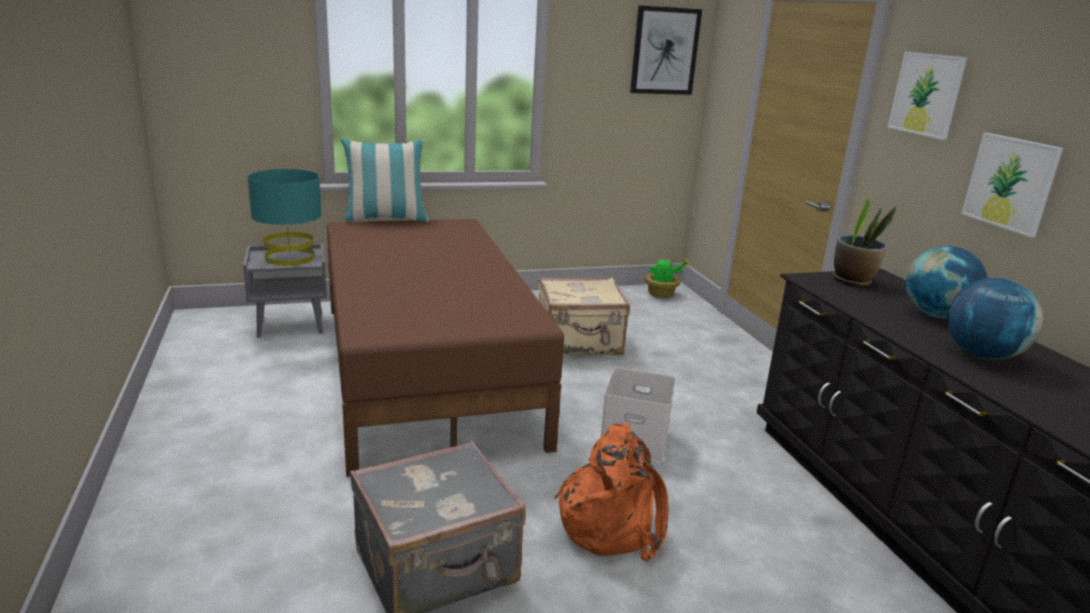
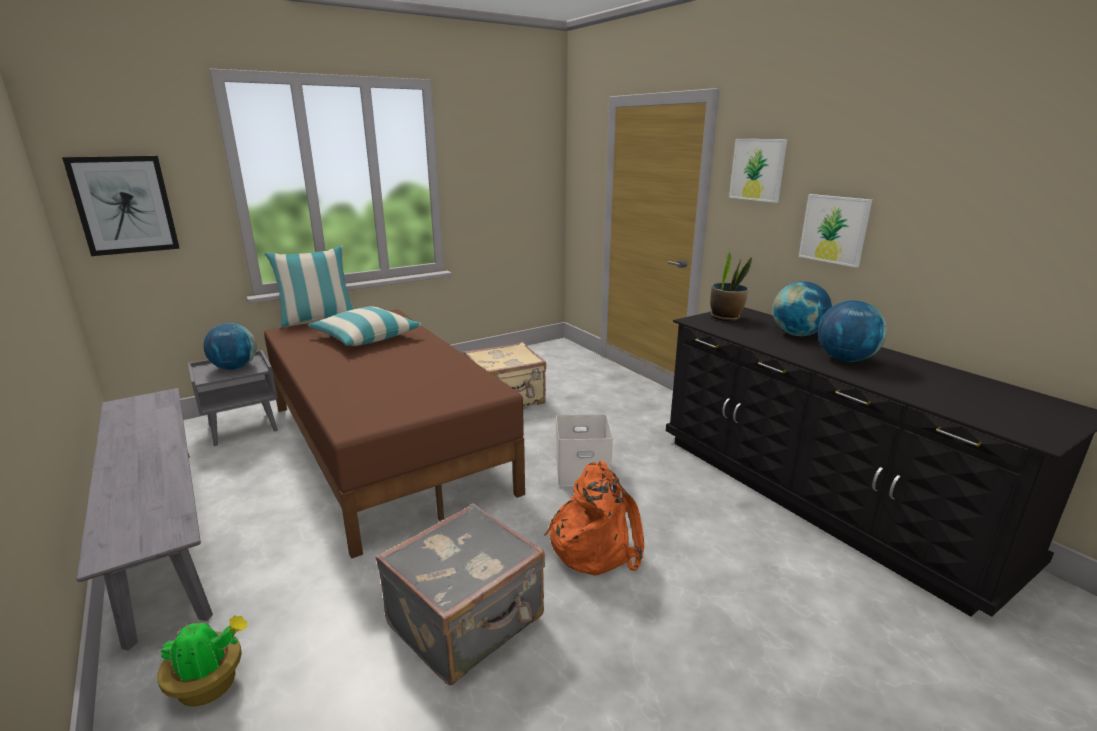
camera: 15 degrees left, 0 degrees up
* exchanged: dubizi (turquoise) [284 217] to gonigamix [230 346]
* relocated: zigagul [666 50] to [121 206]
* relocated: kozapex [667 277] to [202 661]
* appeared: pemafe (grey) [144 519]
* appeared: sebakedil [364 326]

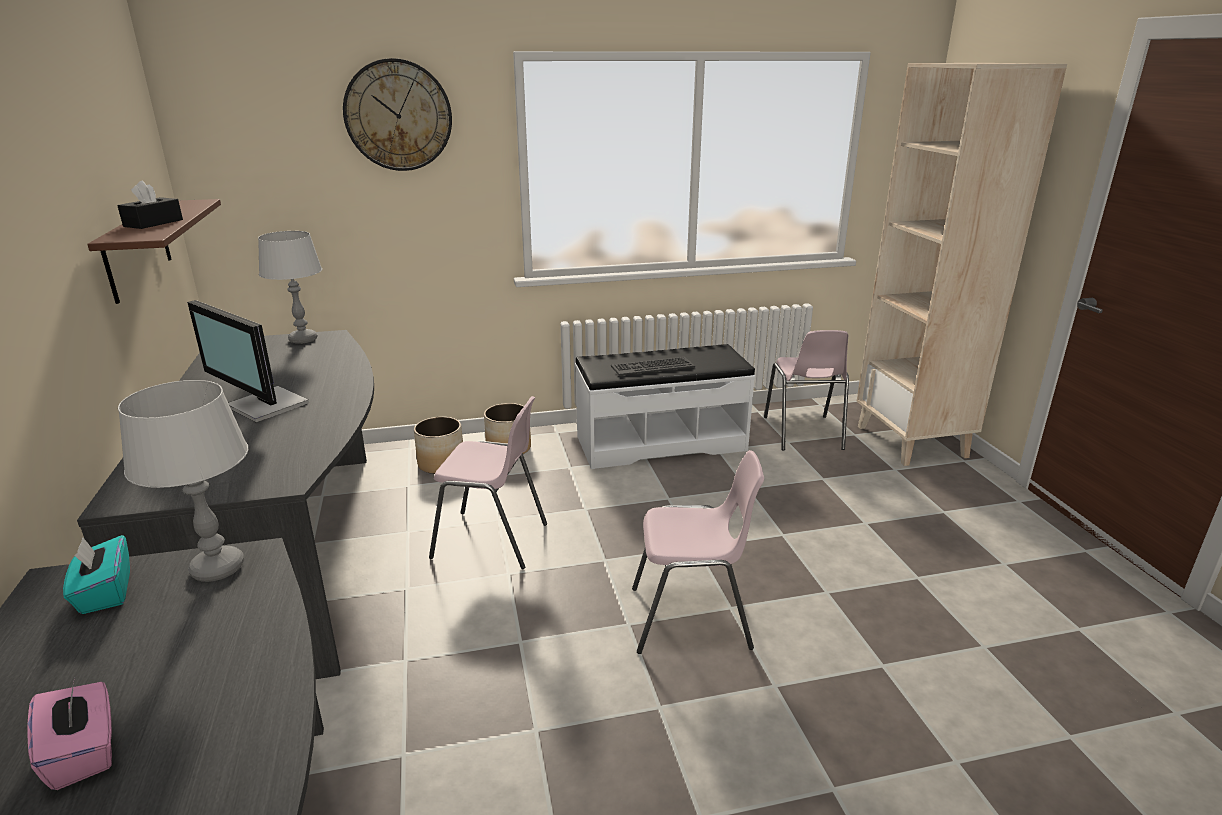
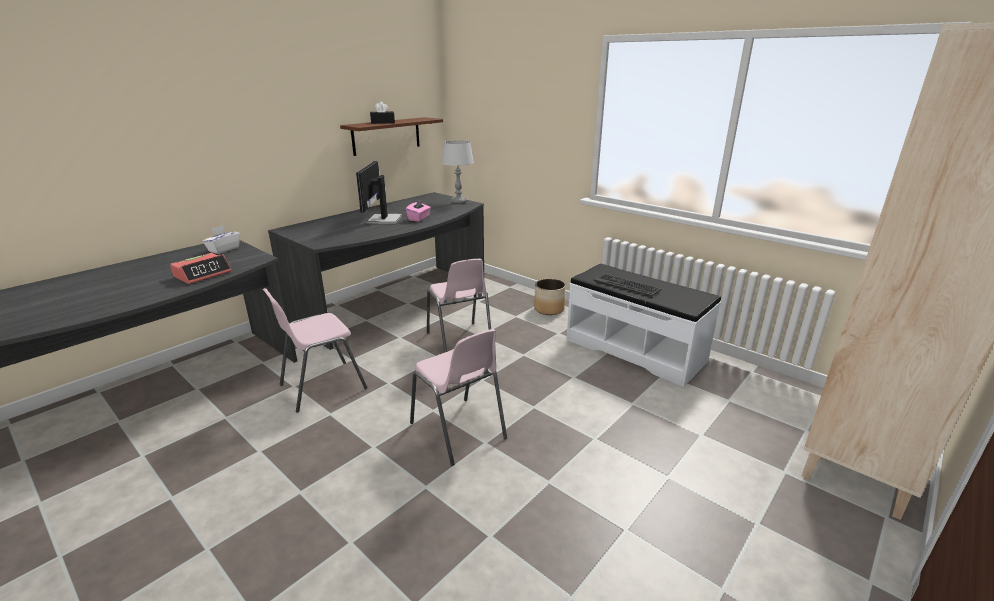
camera: 55 degrees right, 0 degrees up
* relocated: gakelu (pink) [69 734] to [418 210]
* colour: gakelu (turquoise) [96 574] to gakelu (white) [221 239]
* missing: dubizi (grey) [183 481]
* missing: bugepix [397 114]
* missing: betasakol [438 445]
* relocated: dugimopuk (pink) [806 390] to [314 350]
* appeared: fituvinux [201 268]

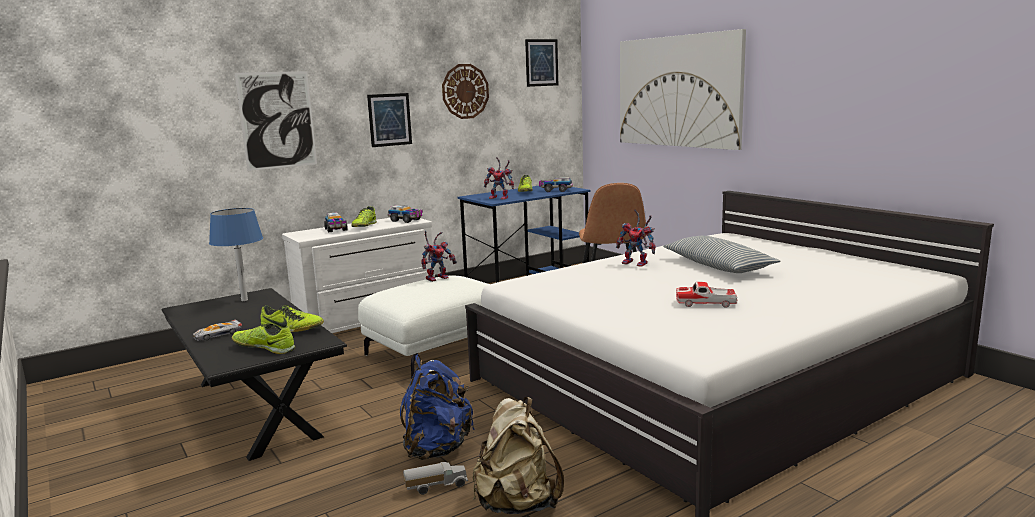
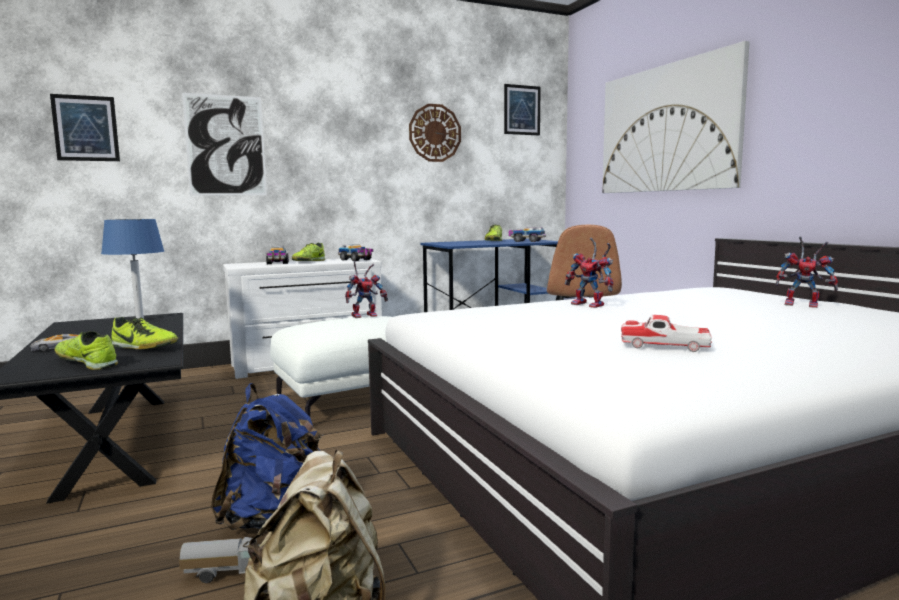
camera: 10 degrees right, 5 degrees down
* relocated: zigagul [389 120] to [85 127]
* relocated: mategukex [499 178] to [807 272]
* missing: sebakedil [721 254]

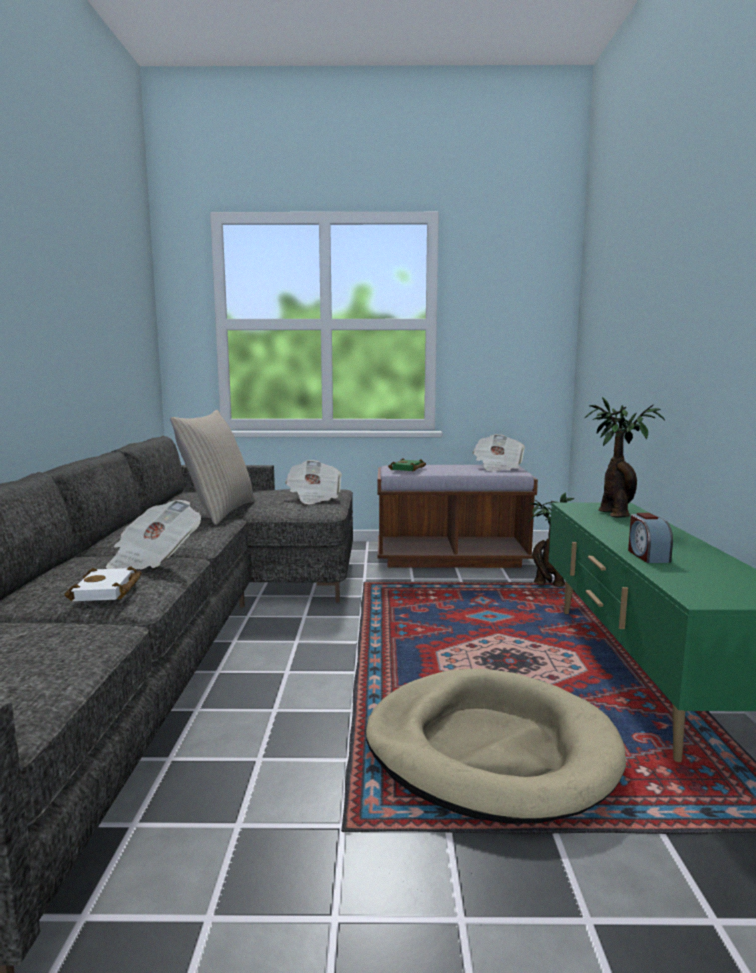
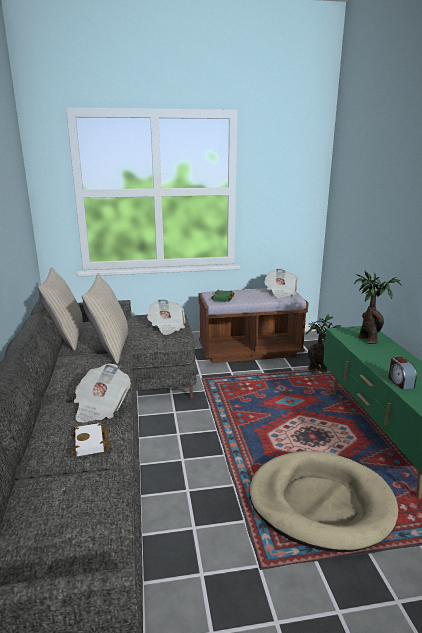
camera: 10 degrees left, 10 degrees up
* appeared: sebakedil (beige) [60 309]

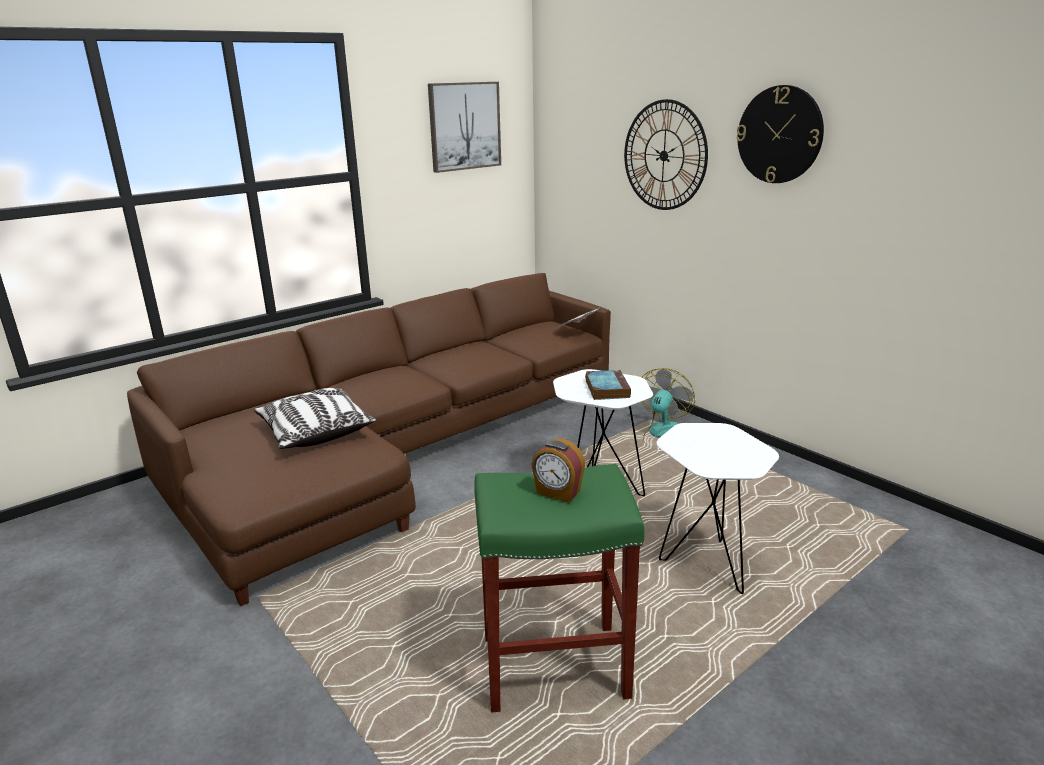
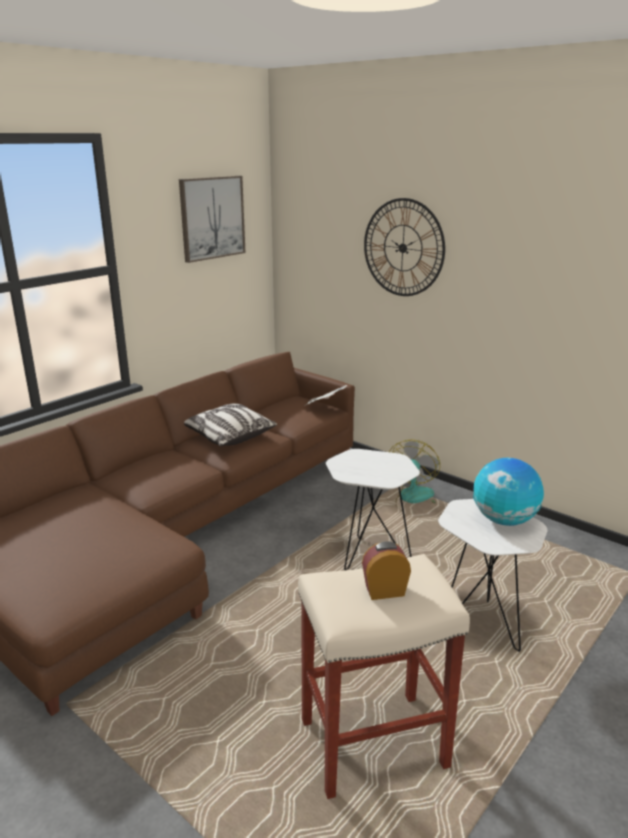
camera: 10 degrees left, 0 degrees up
* relocated: sebakedil [315 418] to [230 424]
* colour: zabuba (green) [559 588] to zabuba (beige) [384 676]
* spun: fituvinux [558 470] = [386 570] 150 degrees clockwise
* missing: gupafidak [608 385]
* missing: bugepix [780 134]
* appeared: gonigamix [508 492]

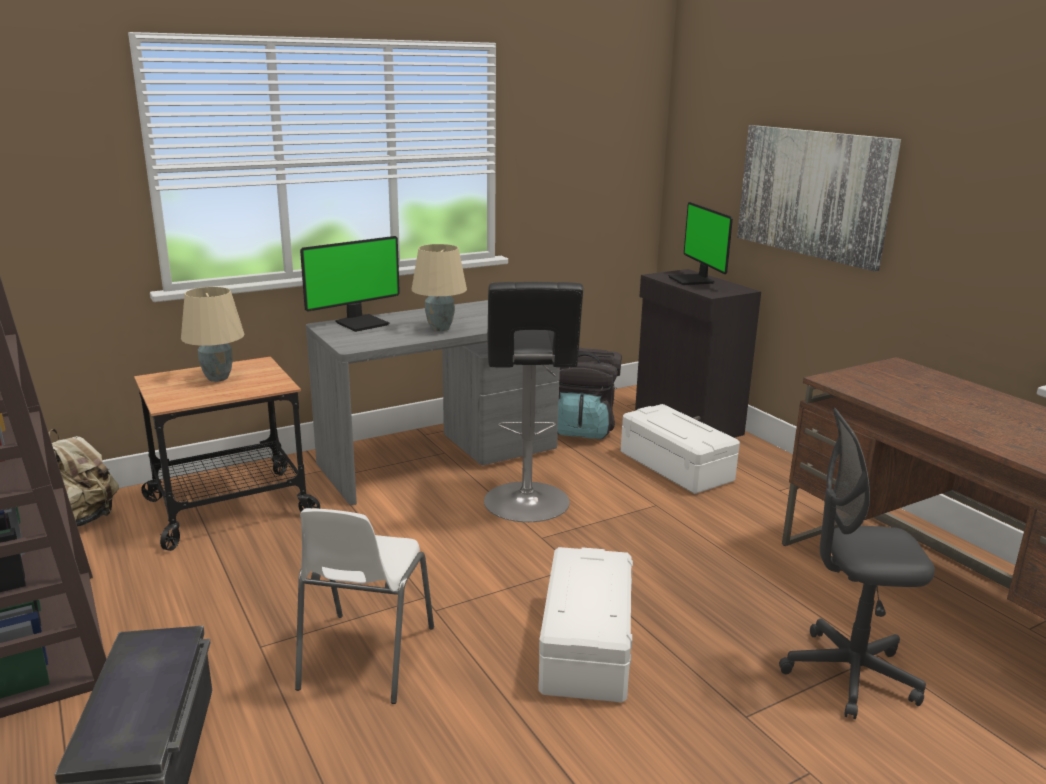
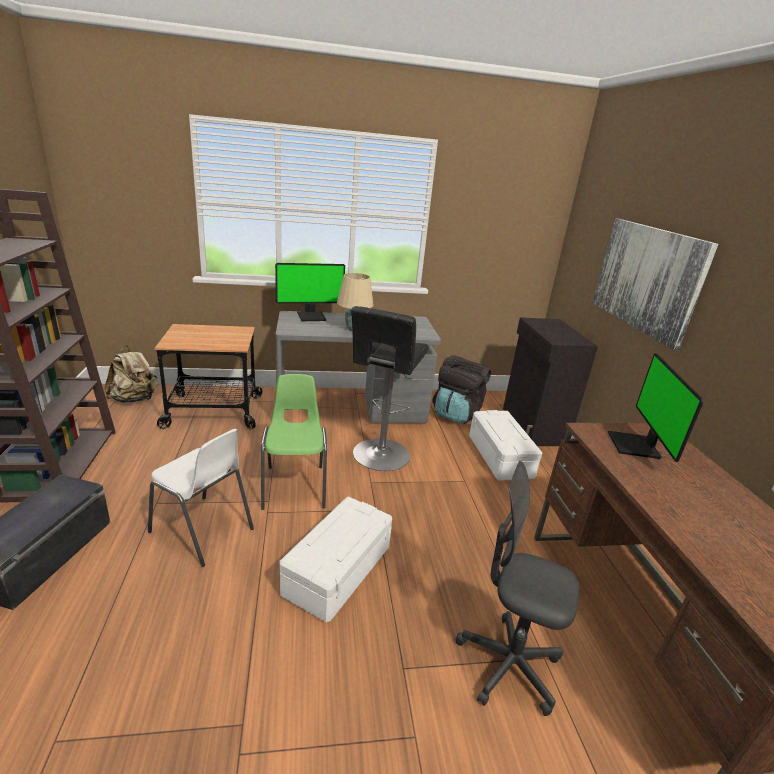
camera: 20 degrees right, 5 degrees up
* missing: dubizi (beige) [213 334]
* spun: dugimopuk (white) [364 606] = [201 498] 90 degrees counterclockwise
* relocated: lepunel [700 243] to [656 407]
* appeared: dugimopuk (green) [294 442]

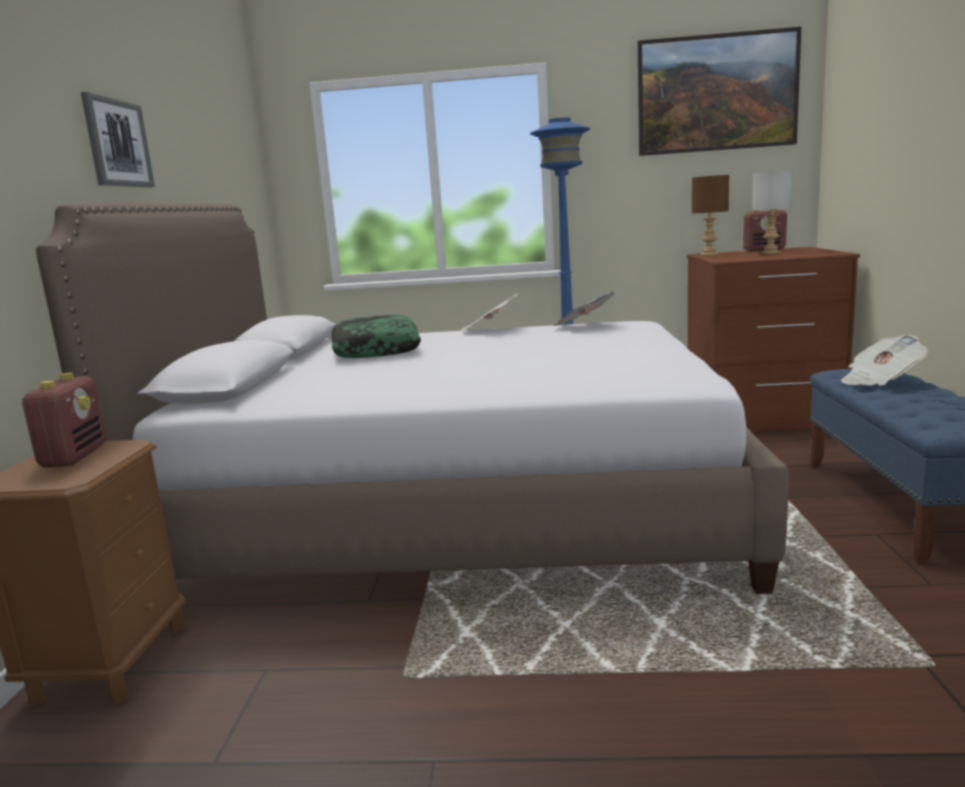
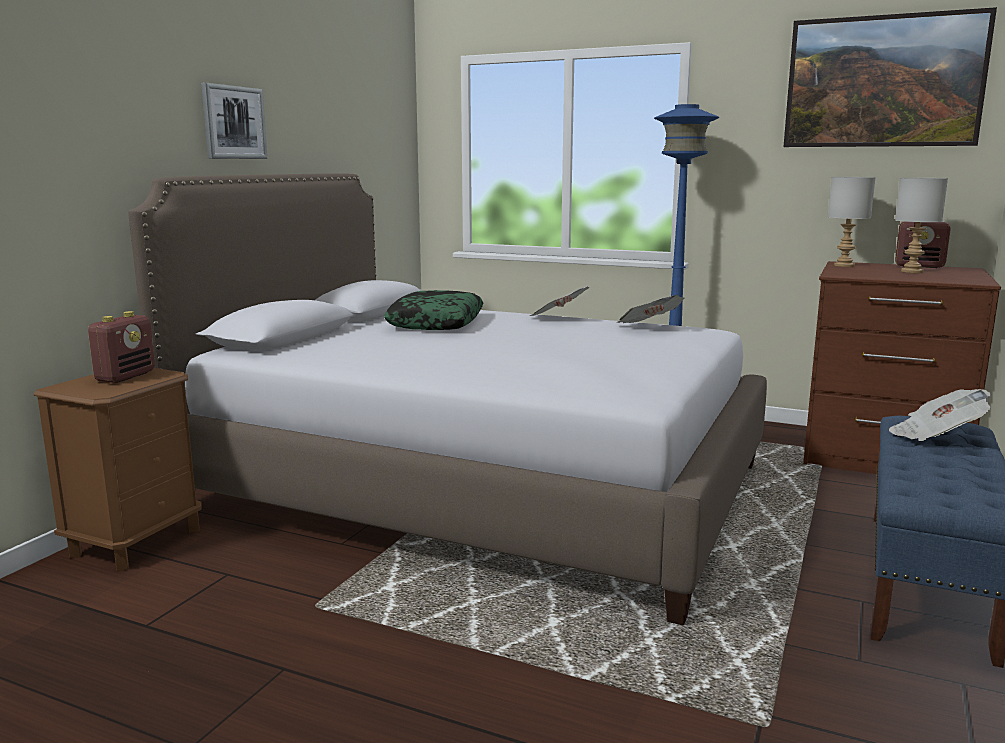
camera: 20 degrees right, 0 degrees up
* colour: dubizi (brown) [710 215] to dubizi (grey) [852 222]

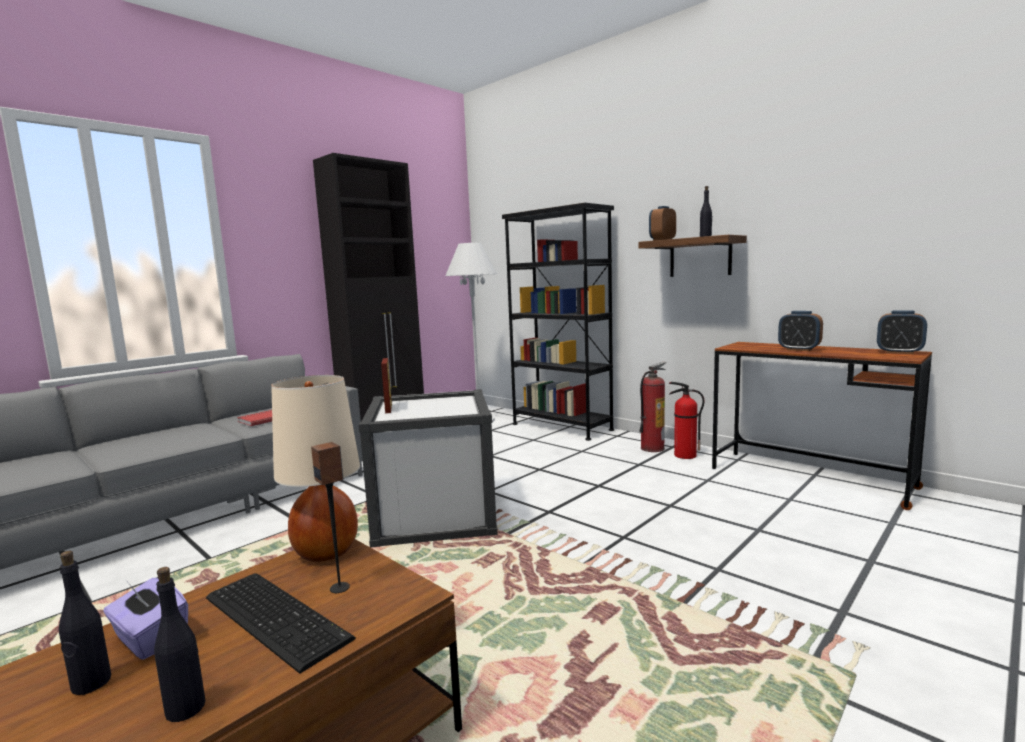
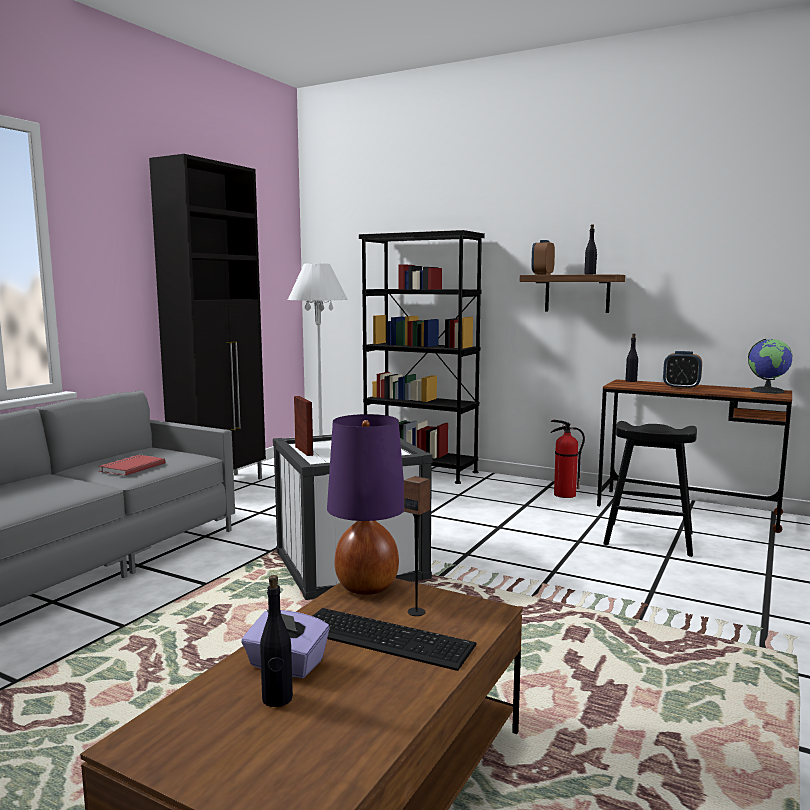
camera: 15 degrees left, 0 degrees up
* relocated: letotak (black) [179 644] to [631 358]
* colour: dubizi (beige) [315 468] to dubizi (purple) [365 504]
* missing: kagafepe [653 407]
* exchanged: fituvinux [902 332] to gonigamix [770 366]
* appeared: zabuba (black) [650 489]

